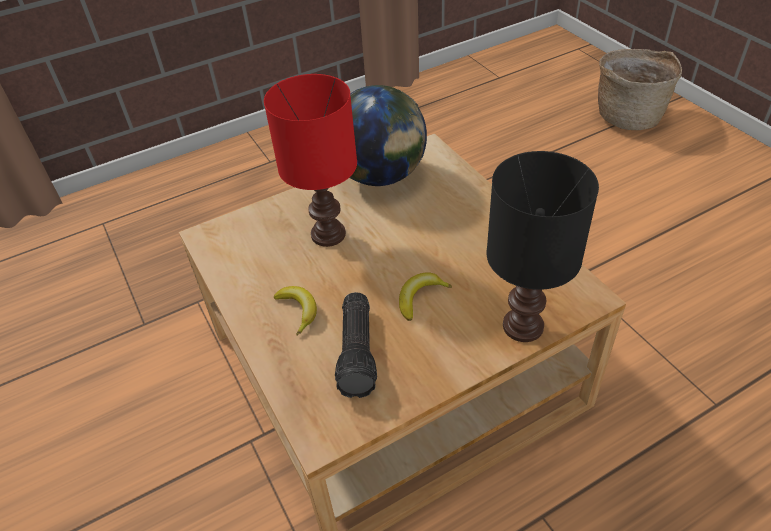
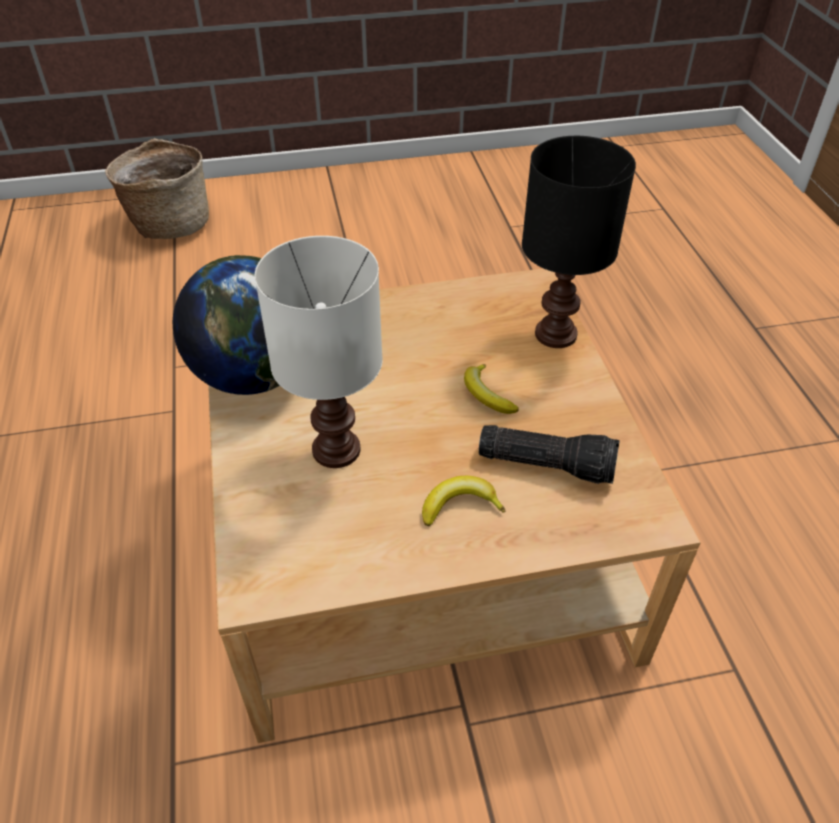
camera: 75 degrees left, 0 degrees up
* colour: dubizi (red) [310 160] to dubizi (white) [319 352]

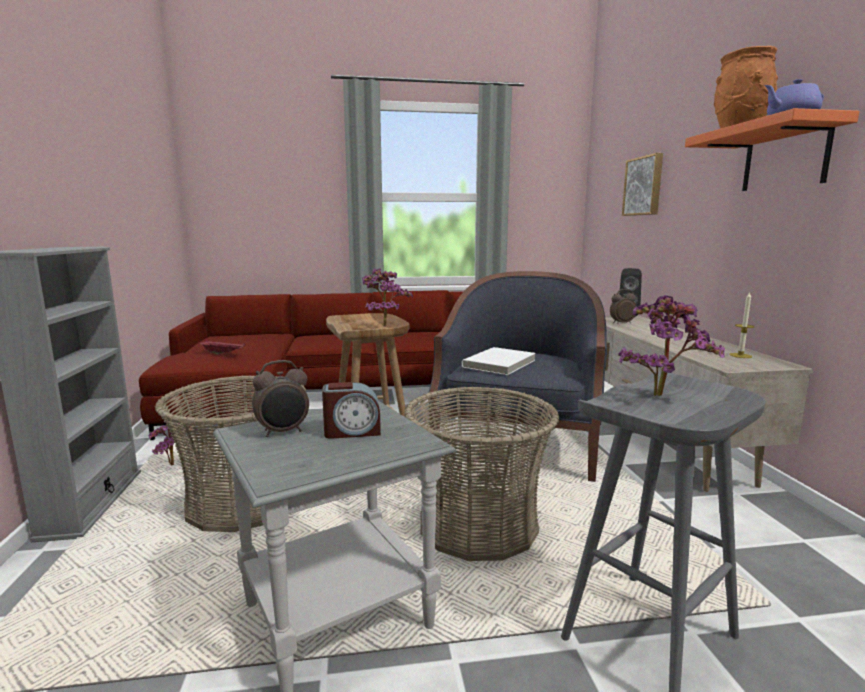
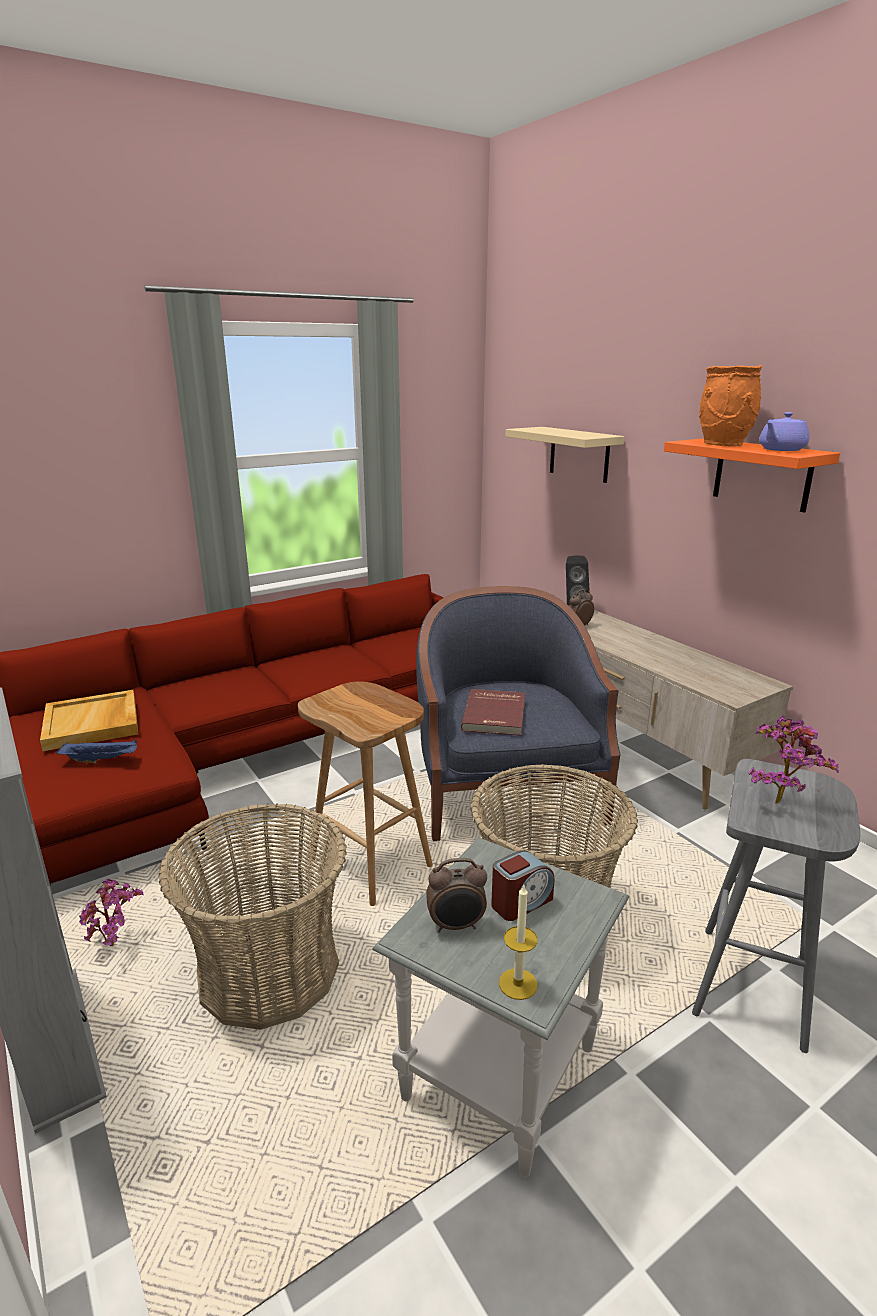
camera: 25 degrees left, 10 degrees up
* colour: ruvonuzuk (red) [221 347] to ruvonuzuk (blue) [96 751]
* spun: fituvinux [280 398] = [456 895] 45 degrees clockwise
* missing: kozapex [387 297]
* colour: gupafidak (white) [499 361] to gupafidak (red) [493 712]
* exchanged: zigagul [642 184] to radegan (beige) [564 455]
* relocated: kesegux [742 324] to [518 942]
* appeared: ruvonuzuk (beige) [89 720]

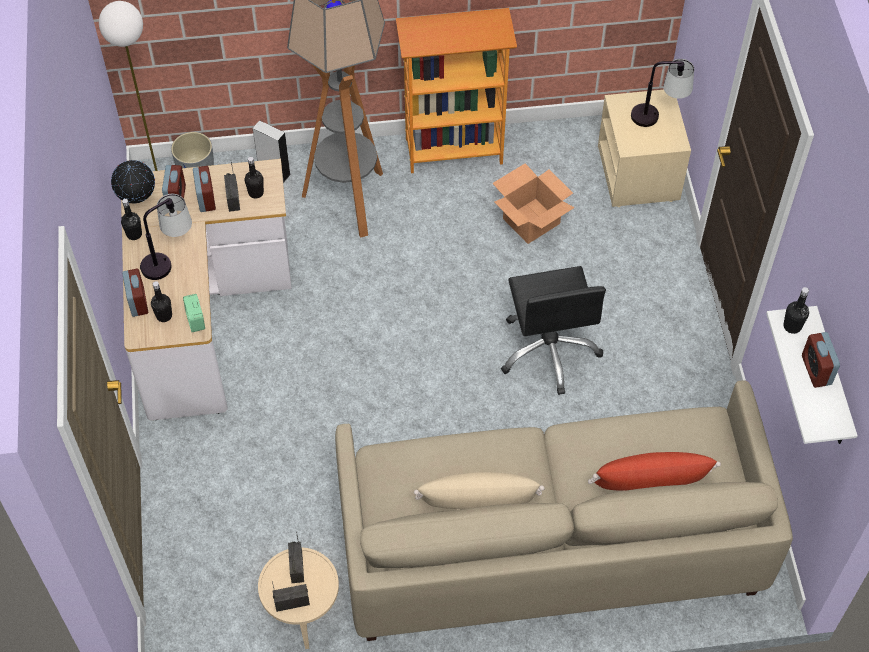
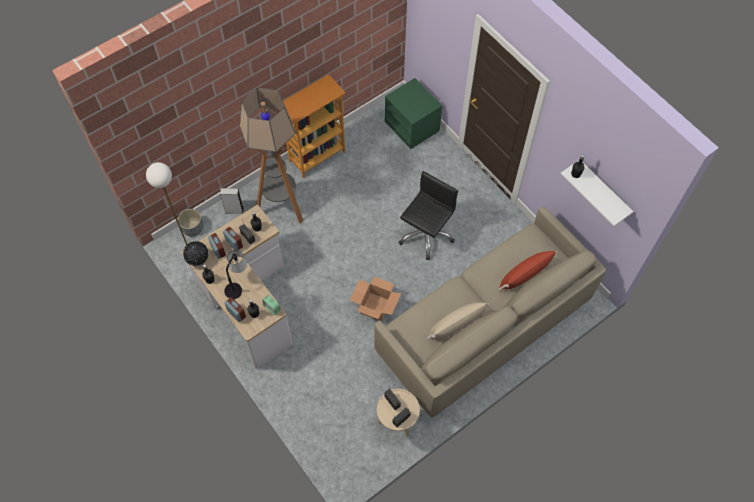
camera: 30 degrees left, 5 degrees up
* relocated: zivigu [533 203] to [376 299]
* spun: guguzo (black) [553 330] = [428 215] 105 degrees counterclockwise
* colour: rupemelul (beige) [644 148] to rupemelul (green) [413 113]
* missing: dubizi [662 93]
* missing: fituvinux [821 360]

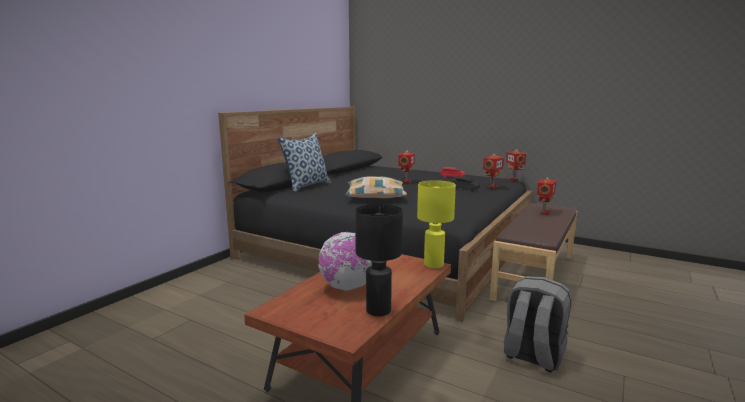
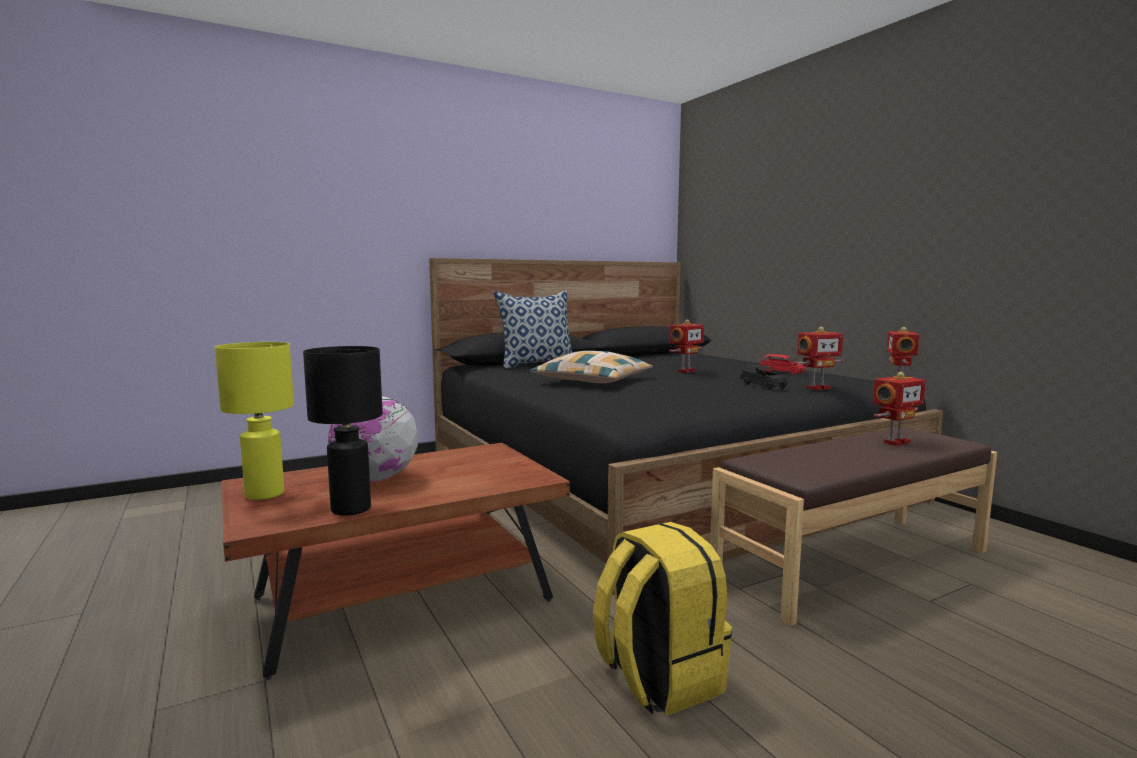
camera: 30 degrees right, 5 degrees down
* relocated: dubizi (yellow) [436 224] to [254 421]
* colour: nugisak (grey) [538 324] to nugisak (yellow) [662 619]

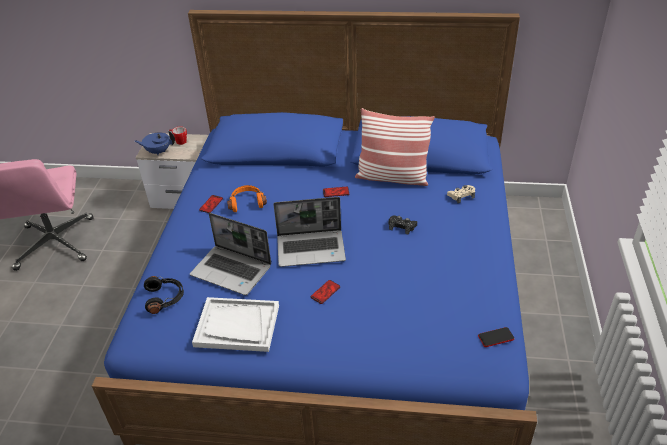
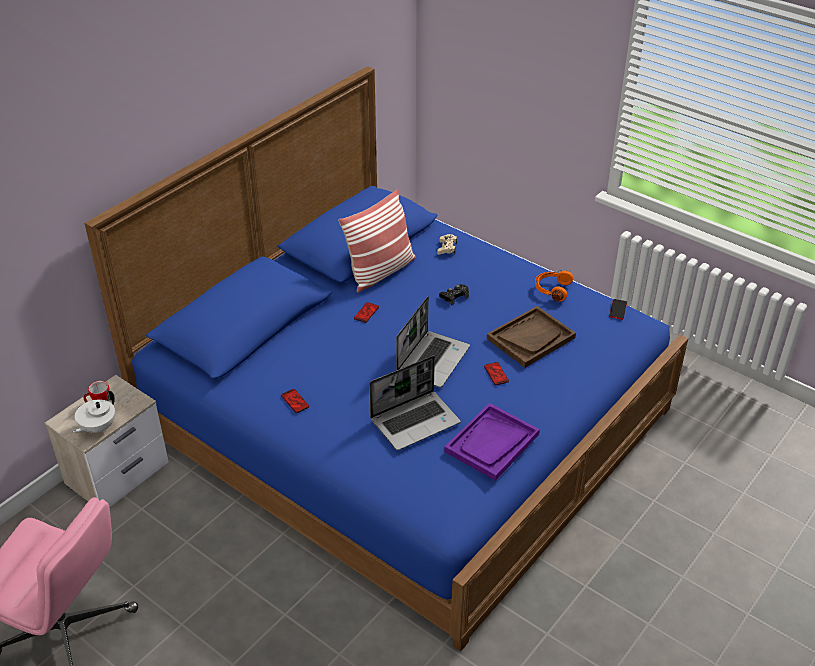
camera: 60 degrees left, 0 degrees up
* colour: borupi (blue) [155 143] to borupi (white) [94 412]
* missing: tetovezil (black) [164 295]
* colour: ruvonuzuk (white) [235 324] to ruvonuzuk (purple) [492 442]
* relocated: tetovezil (orange) [247 198] to [554 286]
* appeared: ruvonuzuk (brown) [531 337]

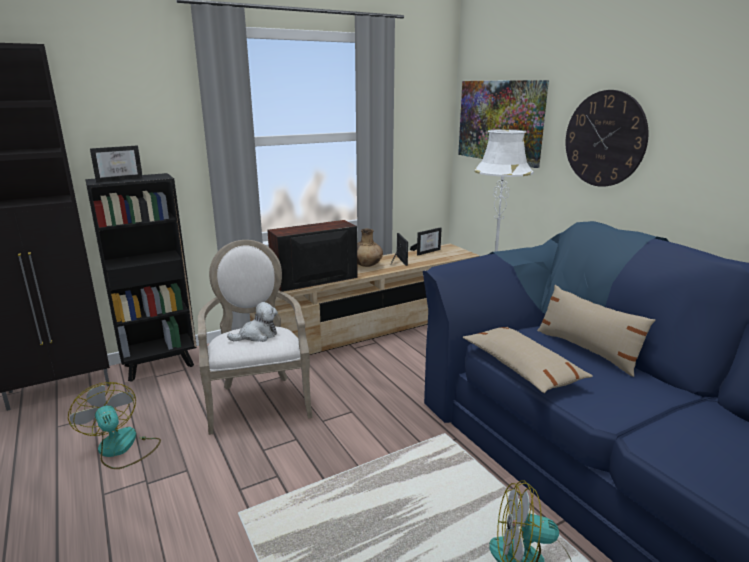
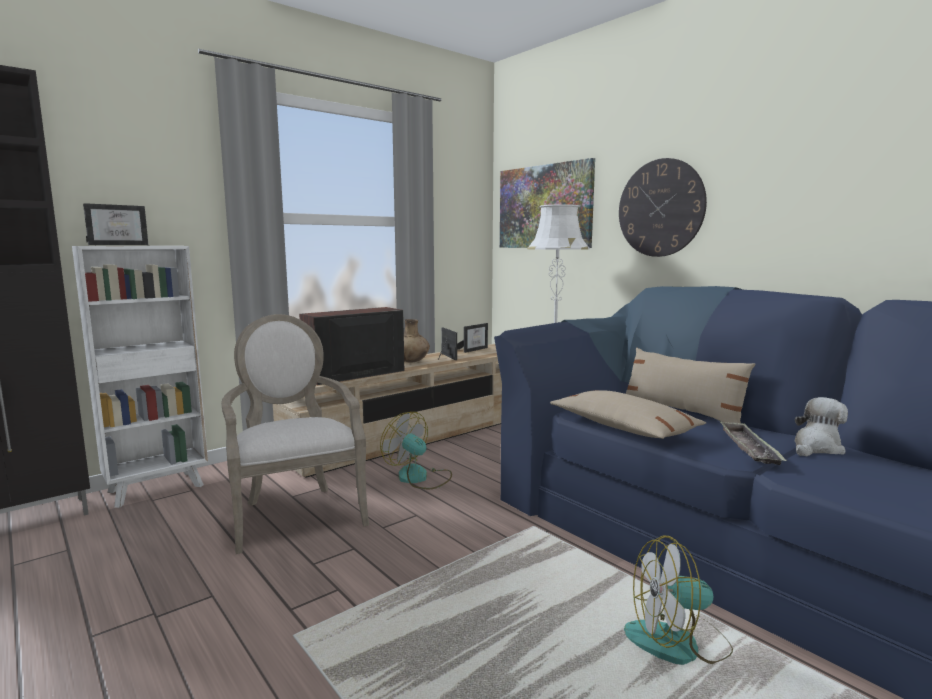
camera: 10 degrees left, 10 degrees down
* relocated: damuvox [114 425] to [416 450]
* colour: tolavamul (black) [141 277] to tolavamul (white) [140 377]
* relocated: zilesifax [252 322] to [821 426]
* appeared: ruvonuzuk [753 443]

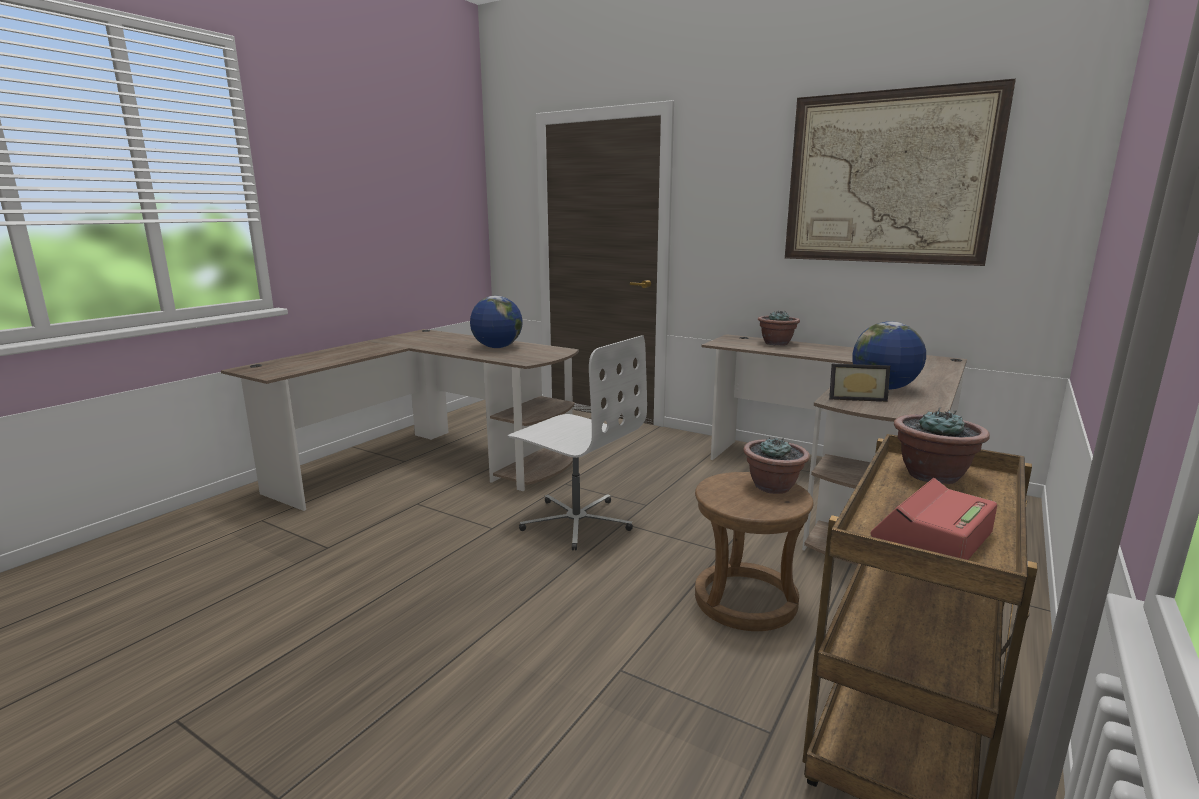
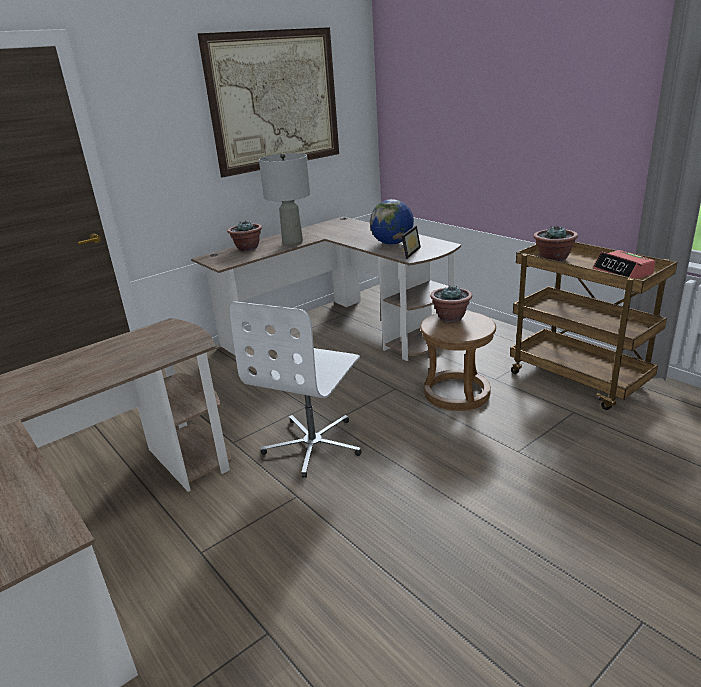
camera: 70 degrees left, 10 degrees up
* missing: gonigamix [496 322]
* spun: guguzo (white) [577 442] = [295 389] 150 degrees clockwise
* appeared: dubizi (grey) [285 199]

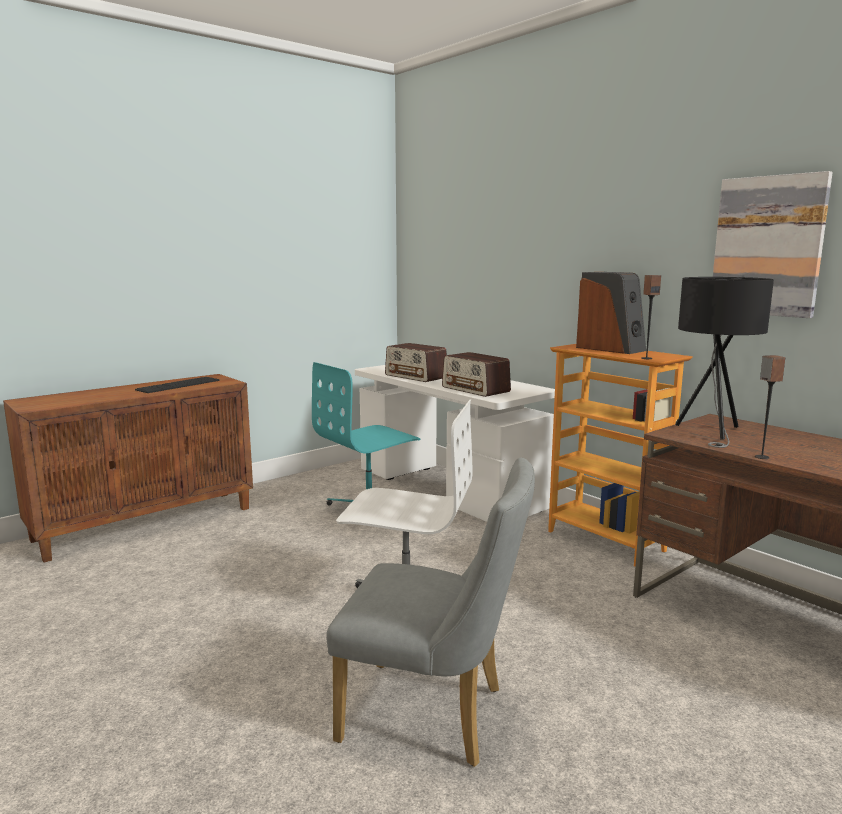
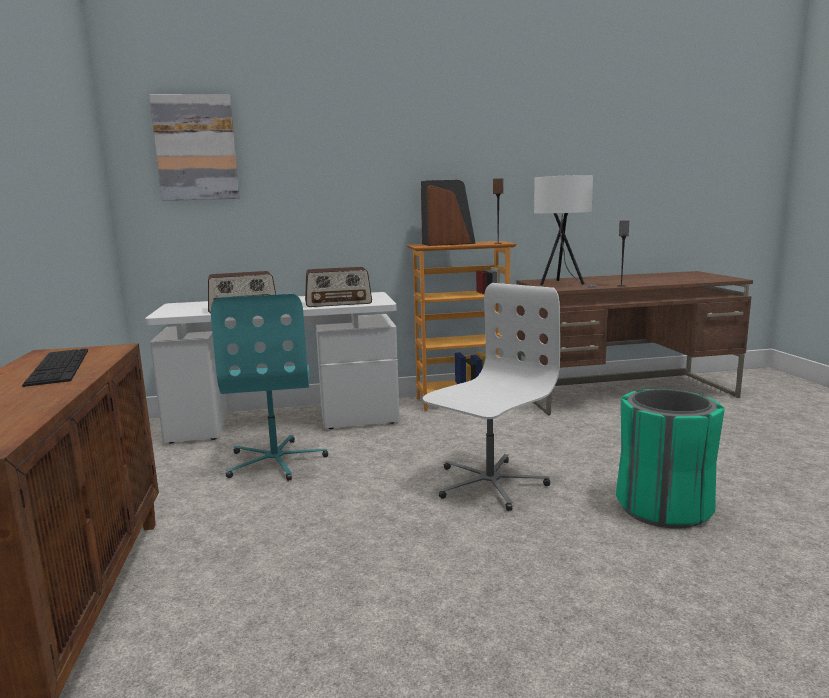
camera: 60 degrees left, 0 degrees up
* exchanged: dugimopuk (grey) [430 612] to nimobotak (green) [670 459]
* colour: dubizi (black) [724 362] to dubizi (white) [566 231]
* relocated: zigagul [773 244] to [194 147]

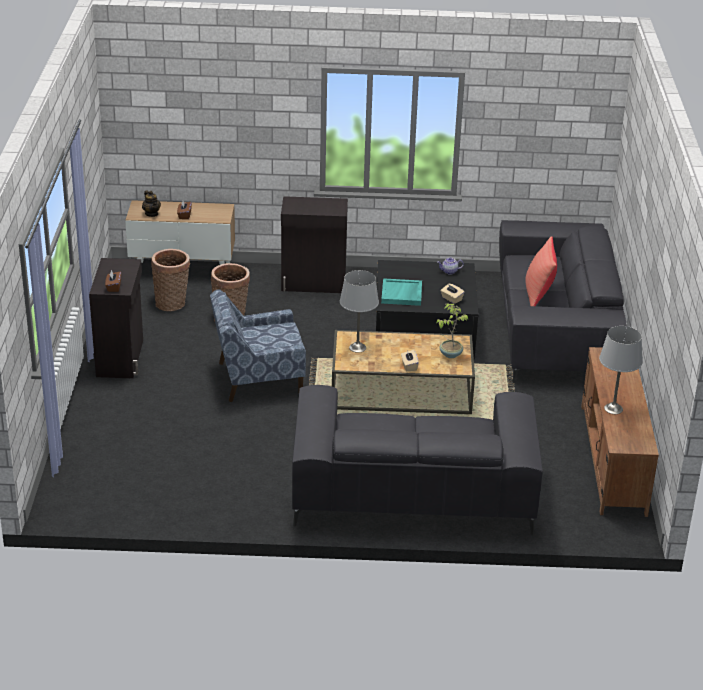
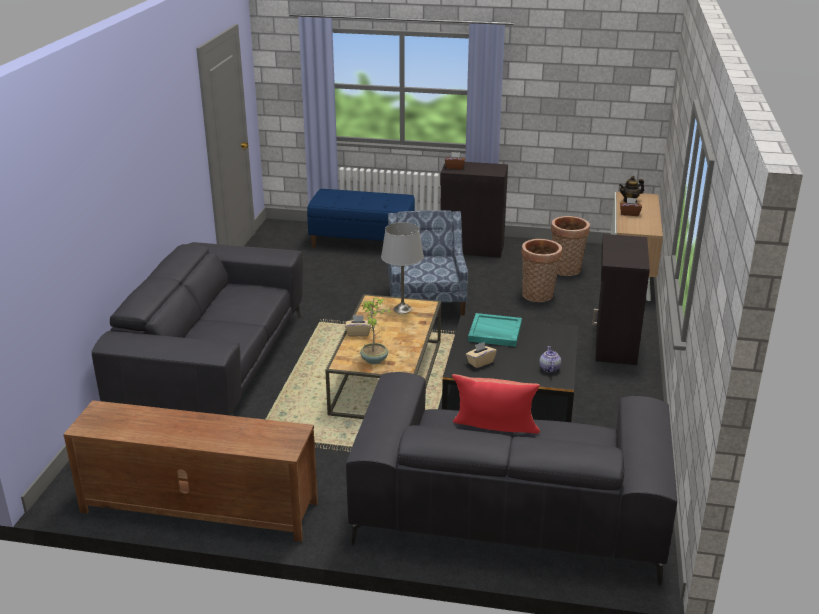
camera: 100 degrees right, 5 degrees down
* missing: dubizi (grey) [620 370]
* appeared: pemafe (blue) [361 218]

